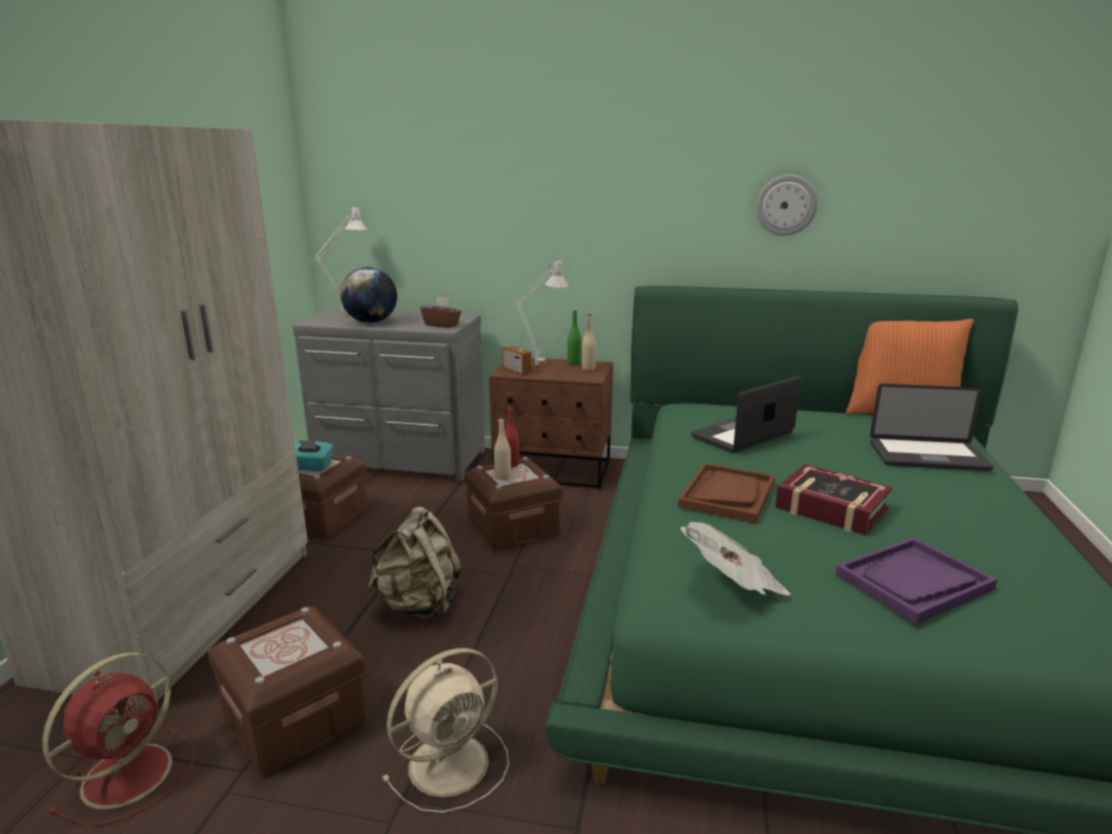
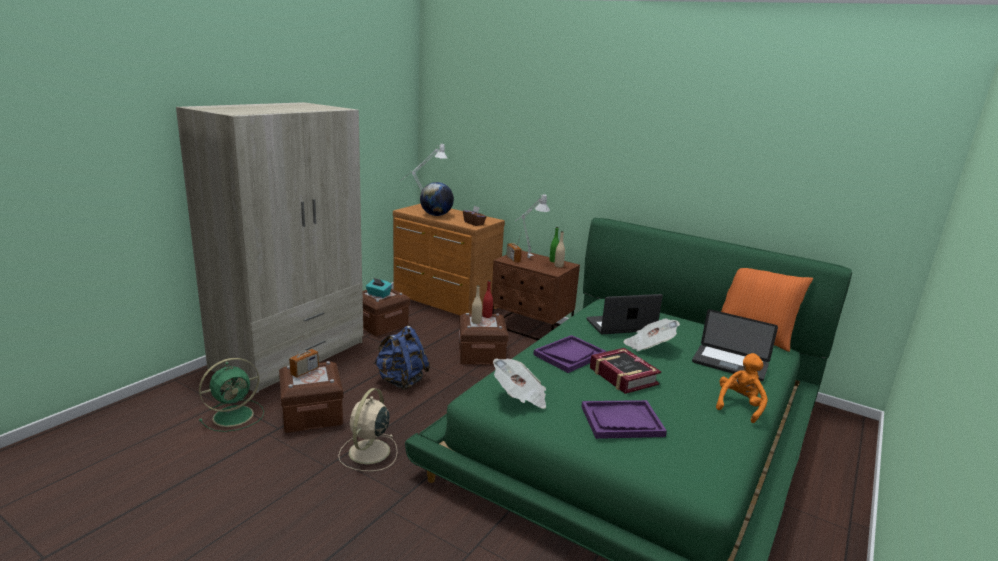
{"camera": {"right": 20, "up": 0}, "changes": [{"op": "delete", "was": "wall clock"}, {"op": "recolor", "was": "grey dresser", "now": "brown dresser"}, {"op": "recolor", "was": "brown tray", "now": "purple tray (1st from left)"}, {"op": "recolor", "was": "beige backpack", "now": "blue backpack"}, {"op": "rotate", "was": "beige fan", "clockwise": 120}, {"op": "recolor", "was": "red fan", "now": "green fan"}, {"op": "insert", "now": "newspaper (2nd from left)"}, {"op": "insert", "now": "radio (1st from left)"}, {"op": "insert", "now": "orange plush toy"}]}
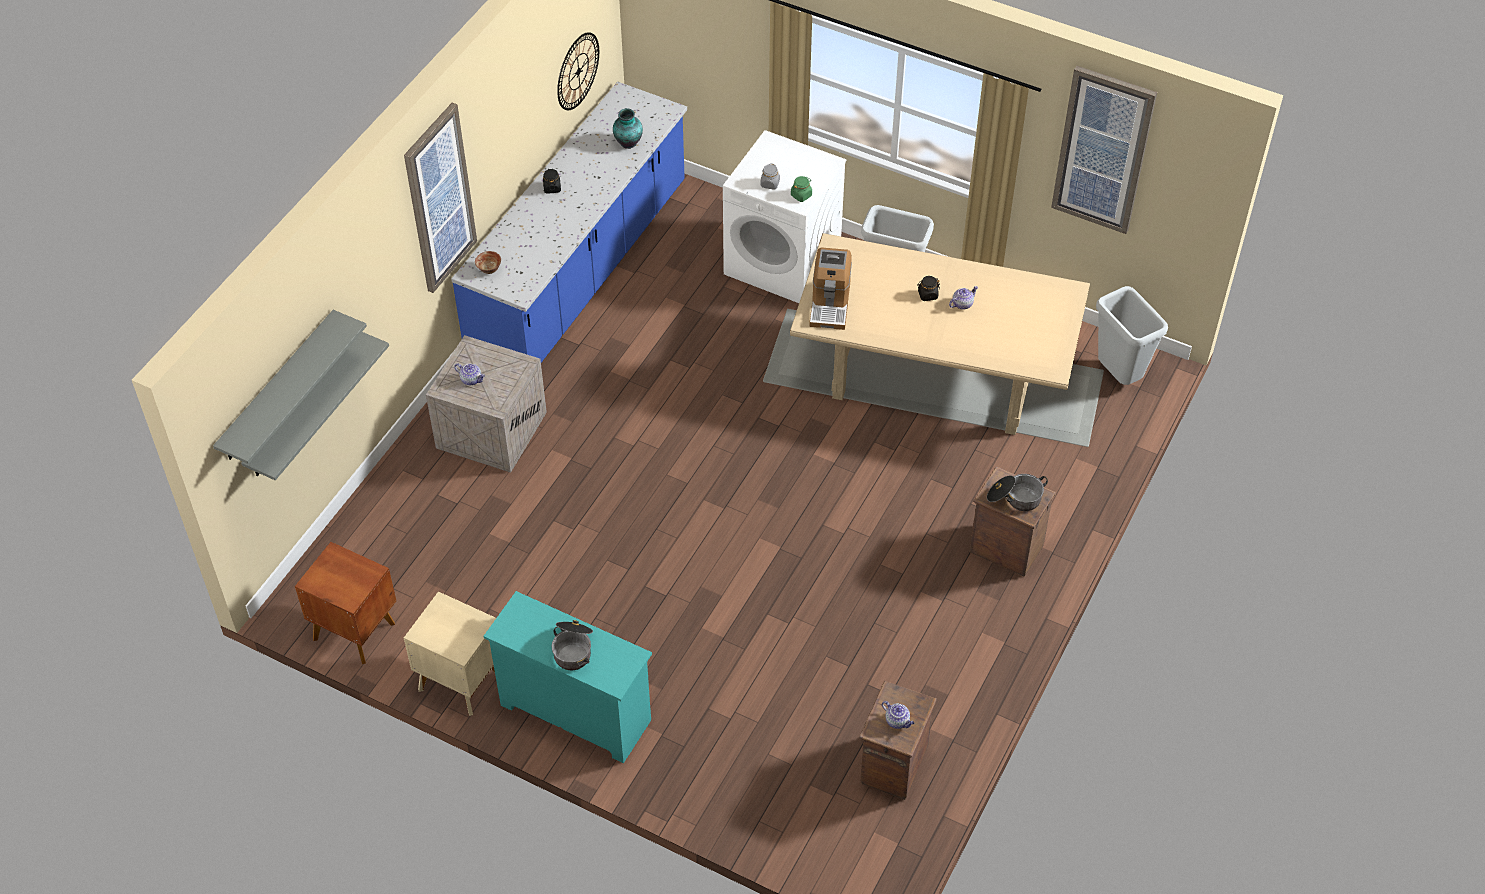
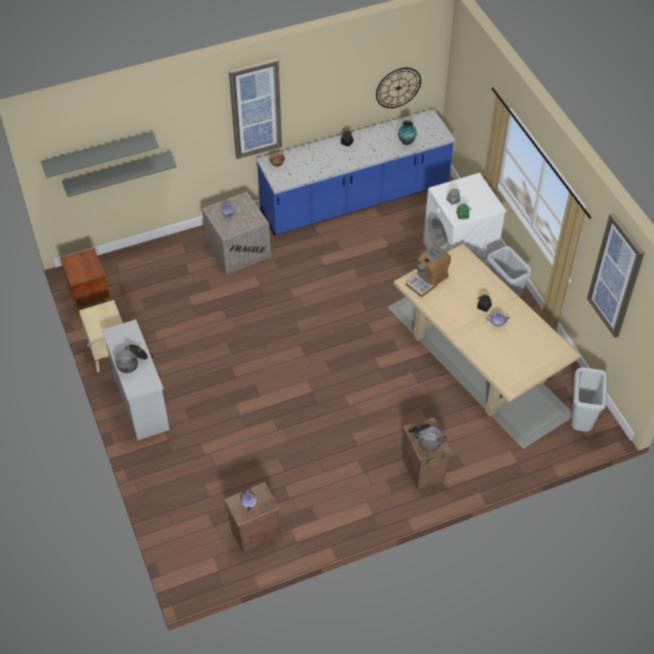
{"camera": {"right": 40, "up": 0}, "changes": [{"op": "recolor", "was": "turquoise dresser", "now": "white dresser"}]}
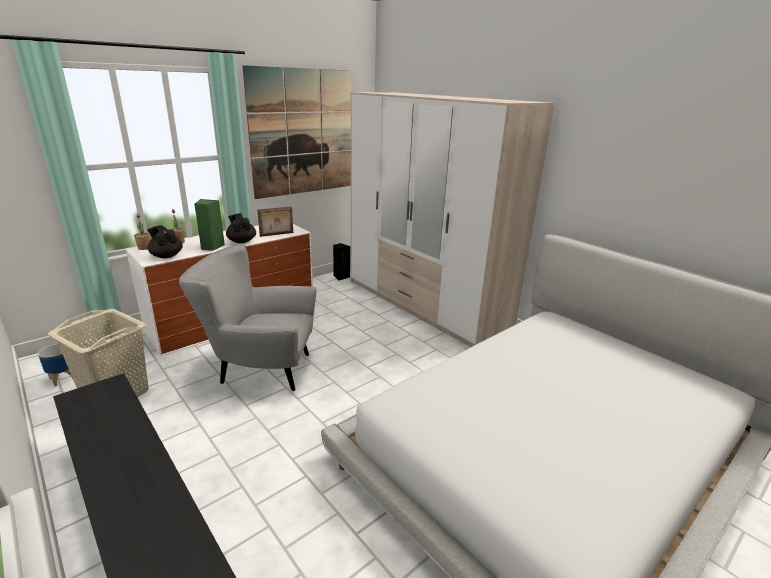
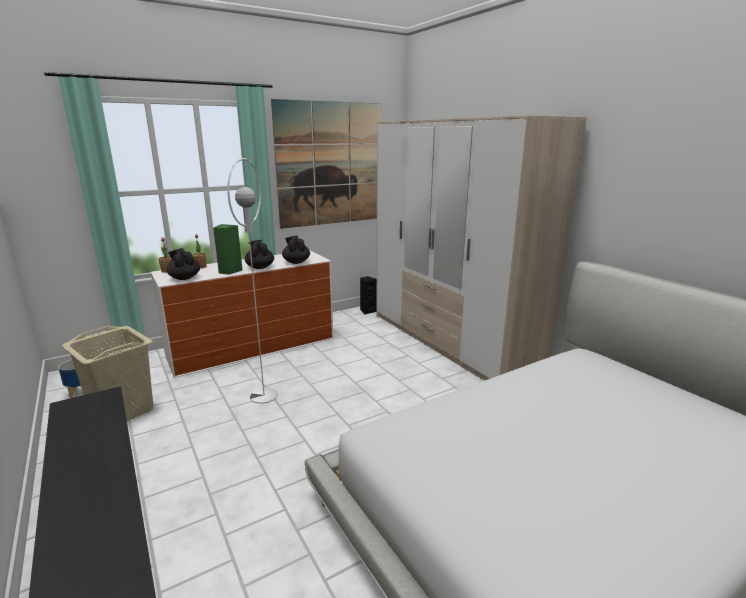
{"camera": {"right": 10, "up": -5}, "changes": [{"op": "replace", "was": "picture frame", "now": "black teapot (3rd from left)"}, {"op": "replace", "was": "grey armchair", "now": "white floor lamp"}]}
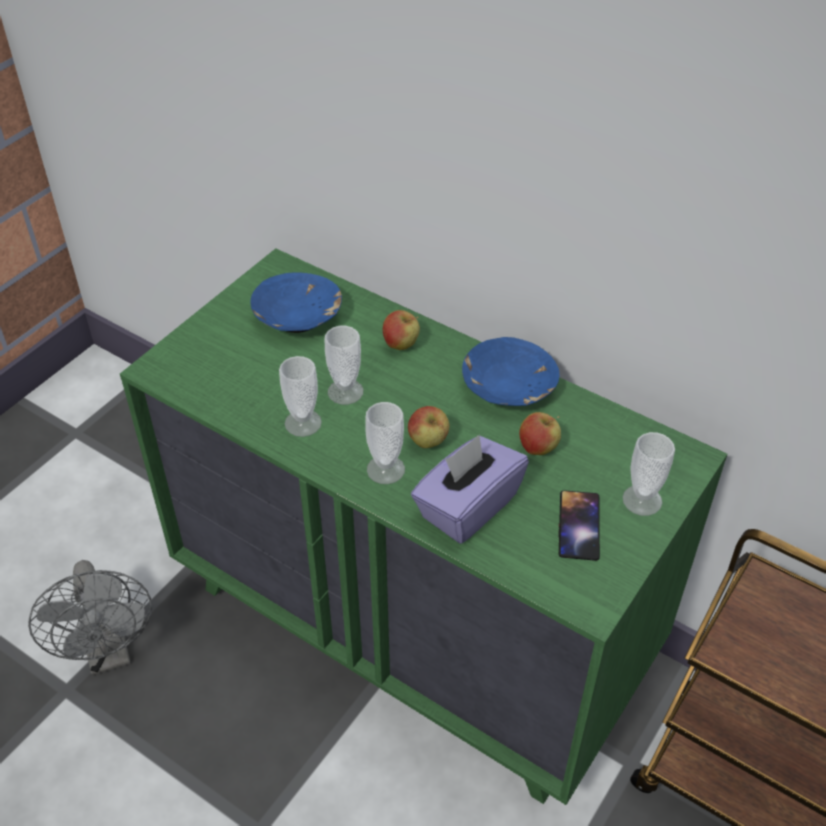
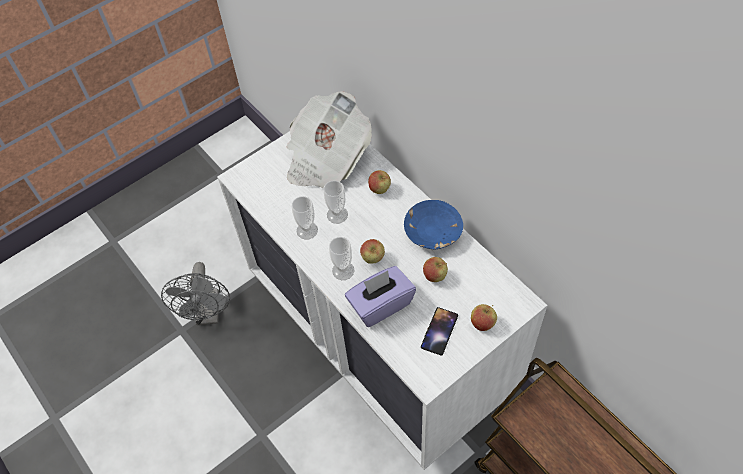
{"camera": {"right": 20, "up": 10}, "changes": [{"op": "recolor", "was": "green dresser", "now": "white dresser"}, {"op": "replace", "was": "blue bowl (1st from left)", "now": "newspaper"}, {"op": "replace", "was": "cup (4th from left)", "now": "apple (4th from left)"}]}
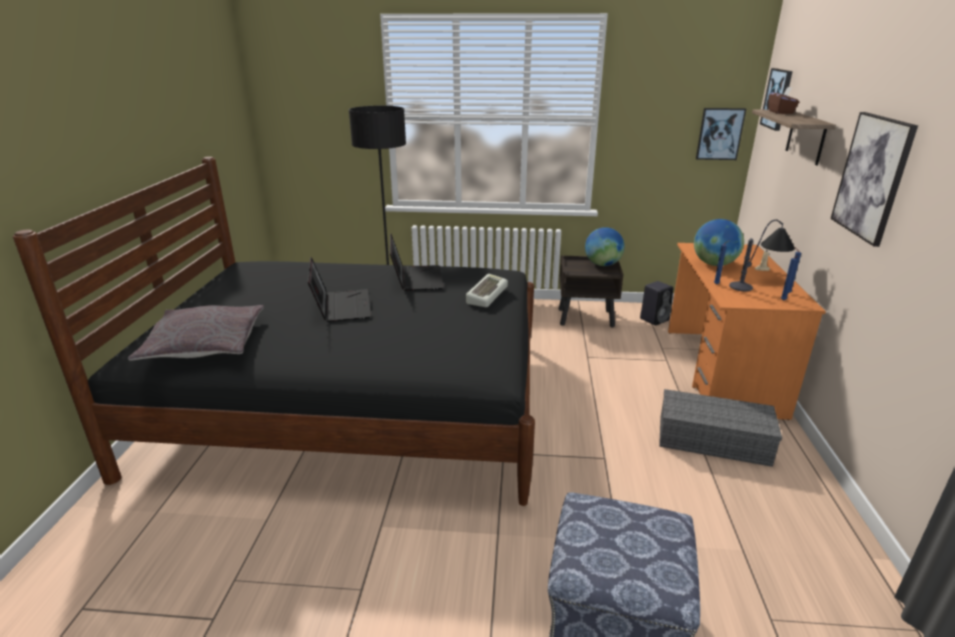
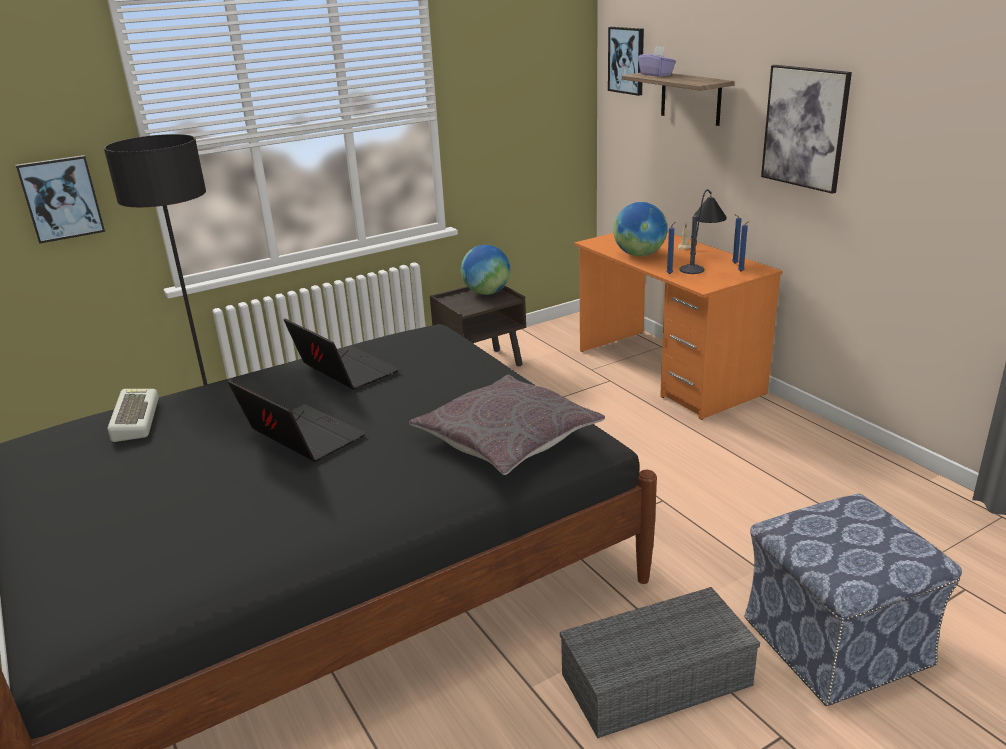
{"camera": {"right": -35, "up": 0}, "changes": [{"op": "recolor", "was": "brown tissue box", "now": "purple tissue box"}, {"op": "move", "was": "picture (1st from left)"}, {"op": "move", "was": "keyboard"}, {"op": "delete", "was": "black speaker"}, {"op": "move", "was": "grey pillow"}, {"op": "move", "was": "grey storage box"}]}
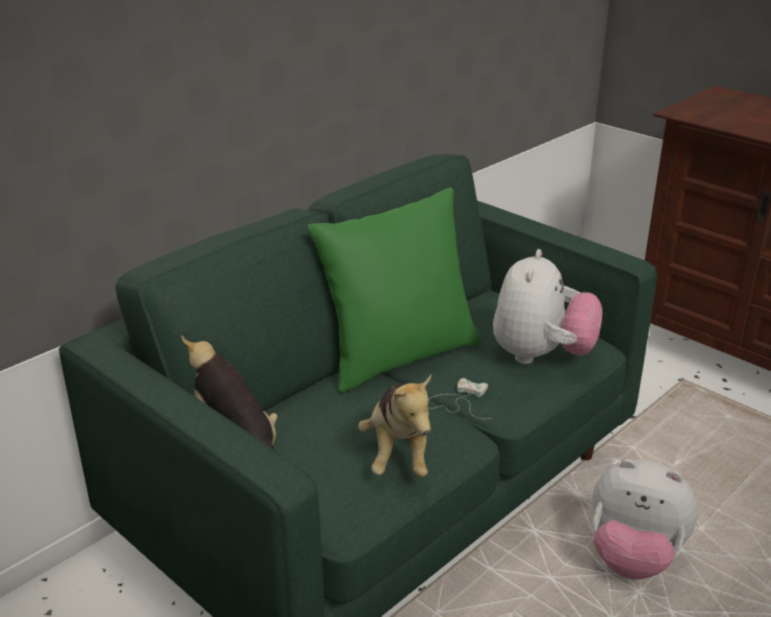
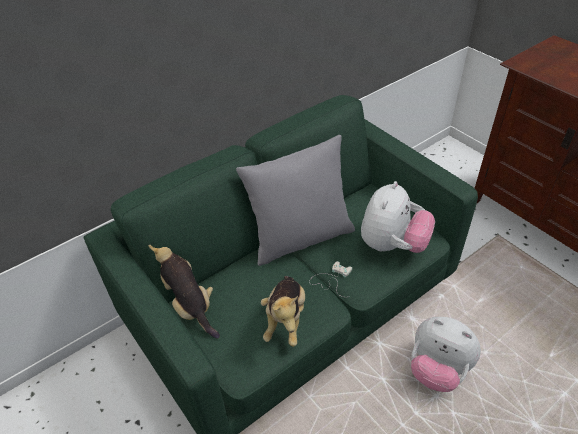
{"camera": {"right": 10, "up": 15}, "changes": [{"op": "recolor", "was": "green pillow", "now": "grey pillow"}]}
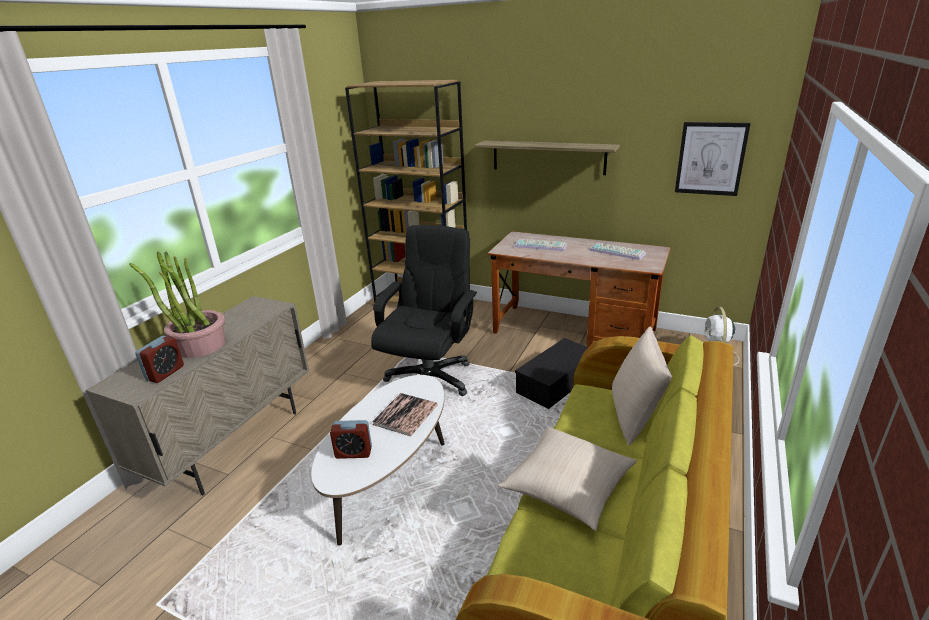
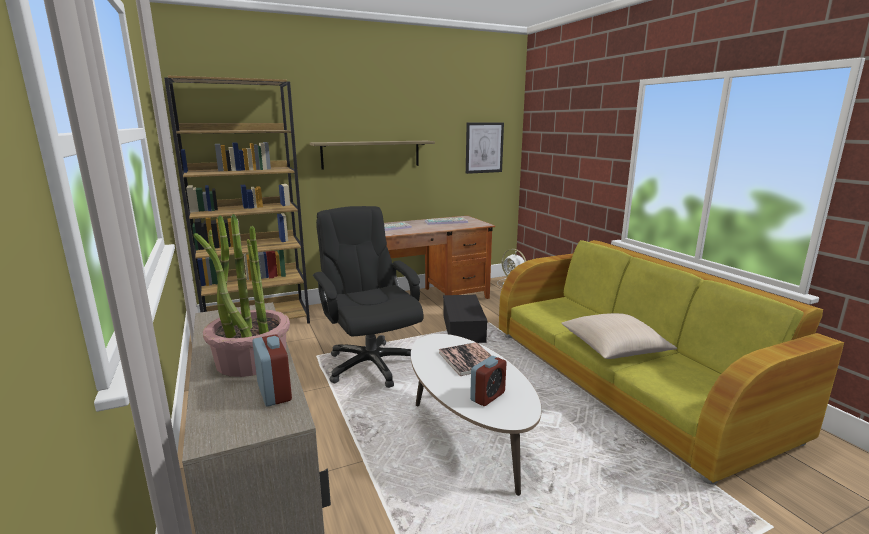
{"camera": {"right": -50, "up": -10}, "changes": [{"op": "delete", "was": "beige pillow (2nd from left)"}]}
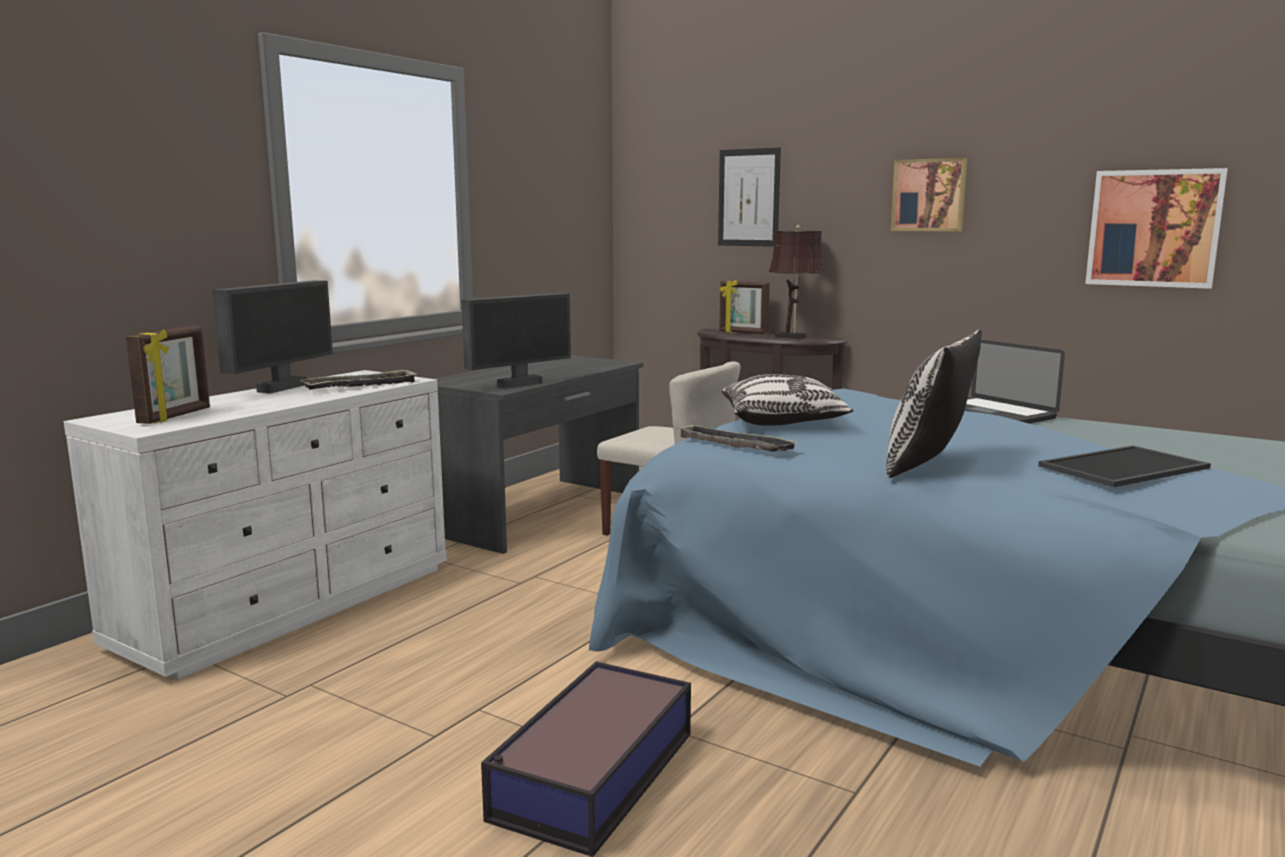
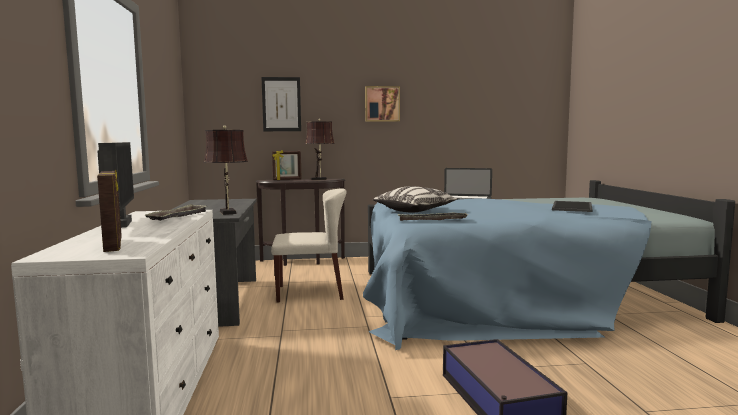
{"camera": {"right": -40, "up": -5}, "changes": [{"op": "delete", "was": "picture (3rd from left)"}, {"op": "replace", "was": "monitor (2nd from left)", "now": "brown table lamp (1st from left)"}, {"op": "delete", "was": "pillow (2nd from left)"}]}
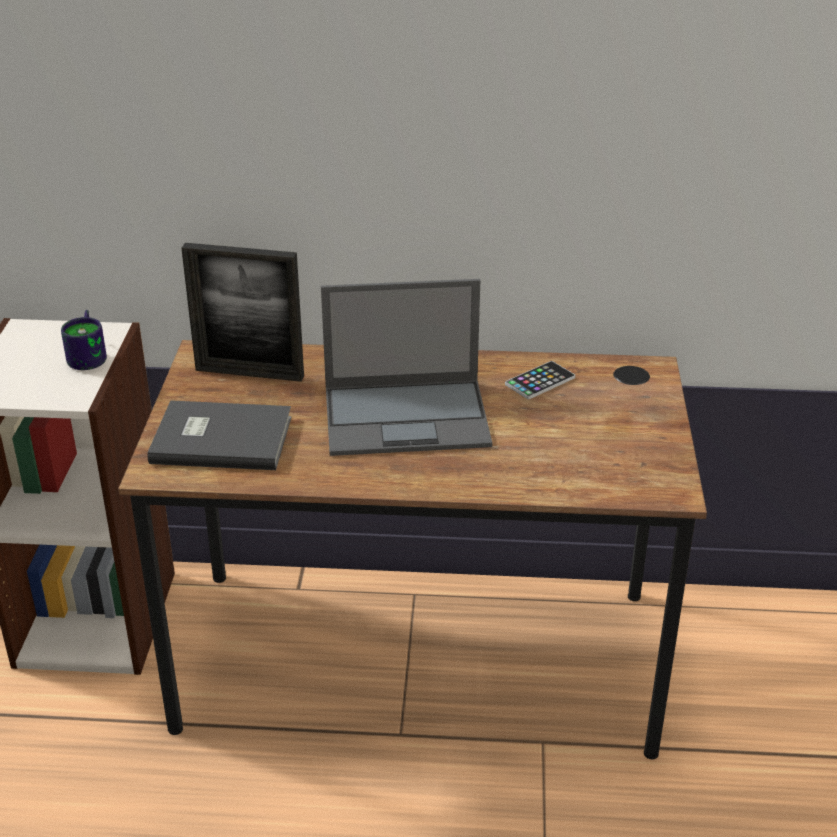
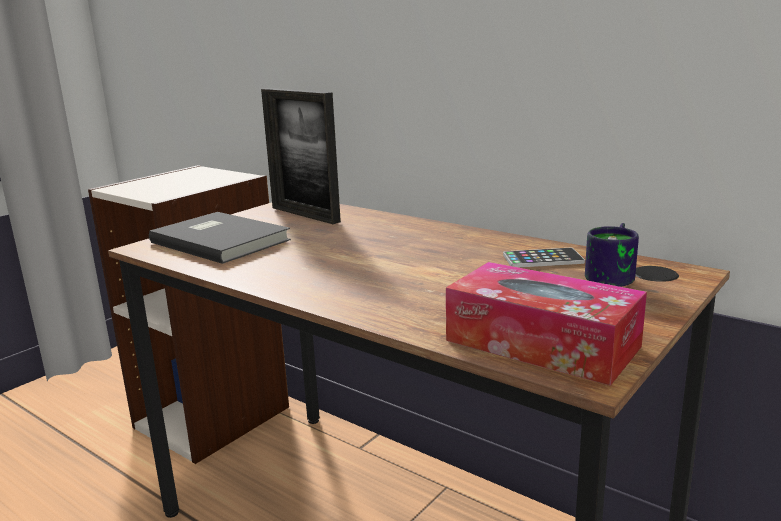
{"camera": {"right": 35, "up": -15}, "changes": [{"op": "delete", "was": "laptop"}, {"op": "move", "was": "mug"}, {"op": "insert", "now": "tissue box"}]}
